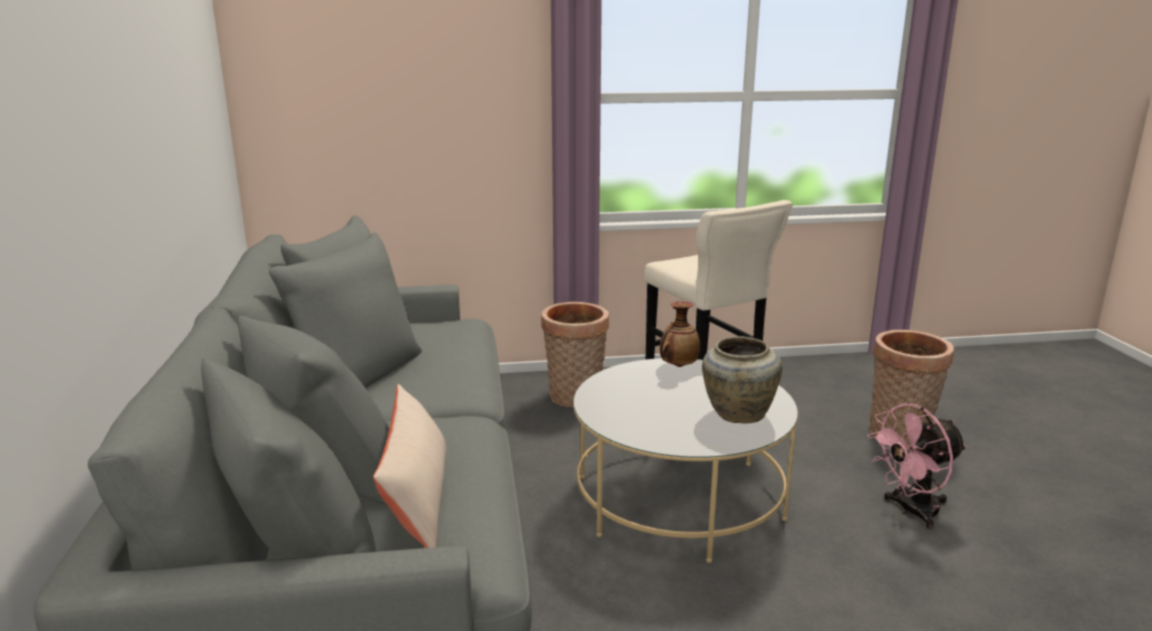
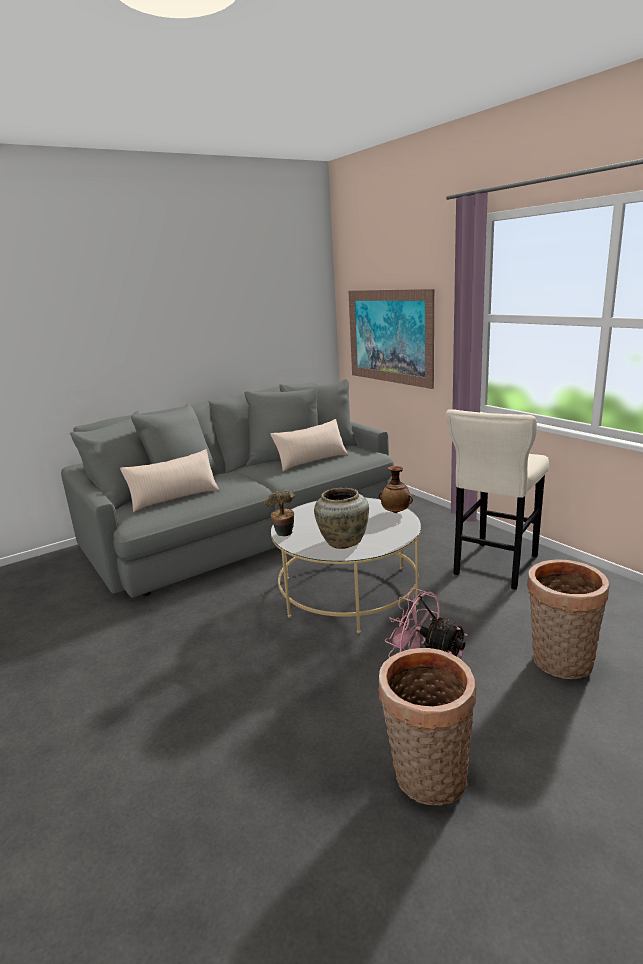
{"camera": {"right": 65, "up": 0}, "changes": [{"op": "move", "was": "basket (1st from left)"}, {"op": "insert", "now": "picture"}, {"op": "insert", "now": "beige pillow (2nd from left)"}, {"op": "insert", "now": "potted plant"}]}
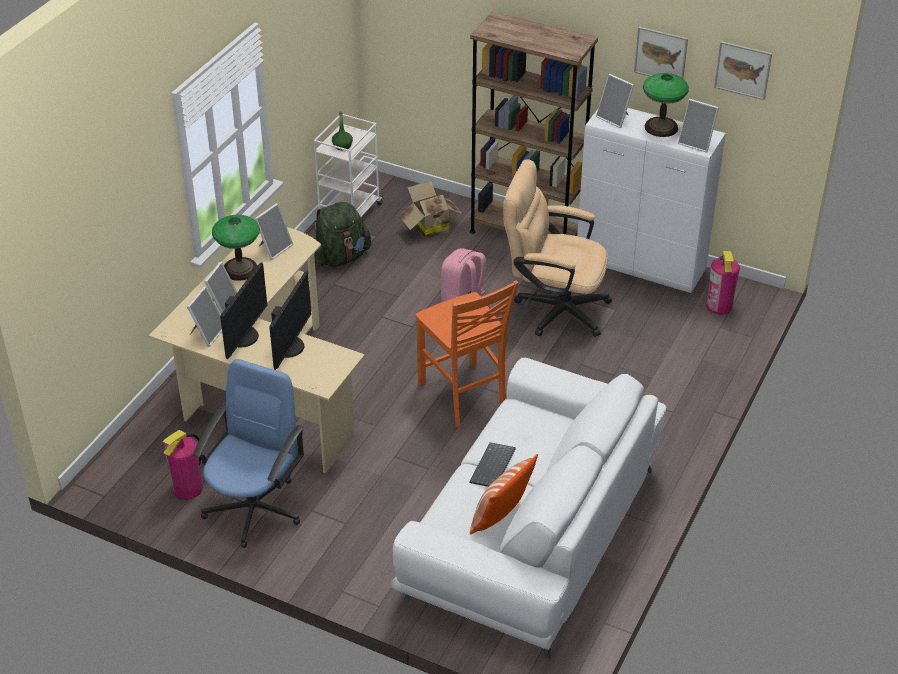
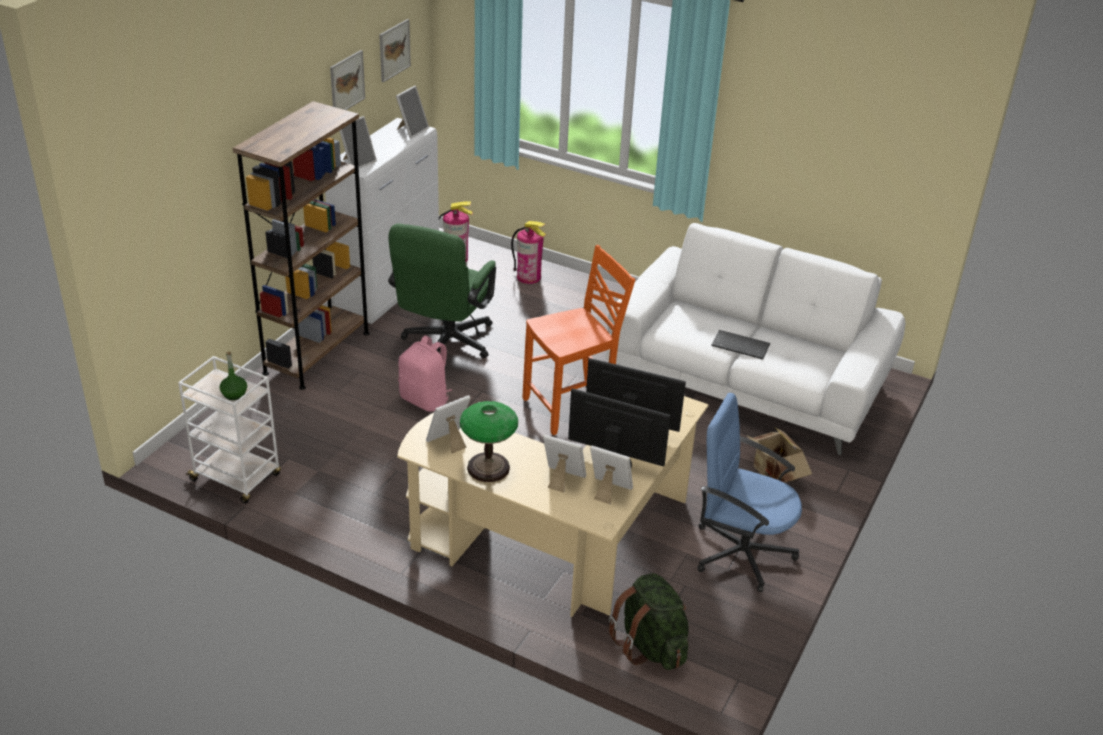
{"camera": {"right": -90, "up": -5}, "changes": [{"op": "delete", "was": "table lamp (2nd from left)"}, {"op": "recolor", "was": "beige office chair", "now": "green office chair"}, {"op": "move", "was": "cardboard box"}, {"op": "move", "was": "green backpack"}, {"op": "rotate", "was": "picture frame (3rd from left)", "clockwise": -75}, {"op": "move", "was": "fire extinguisher (1st from left in the first image)", "now": "fire extinguisher (2nd from left)"}, {"op": "delete", "was": "pillow"}]}
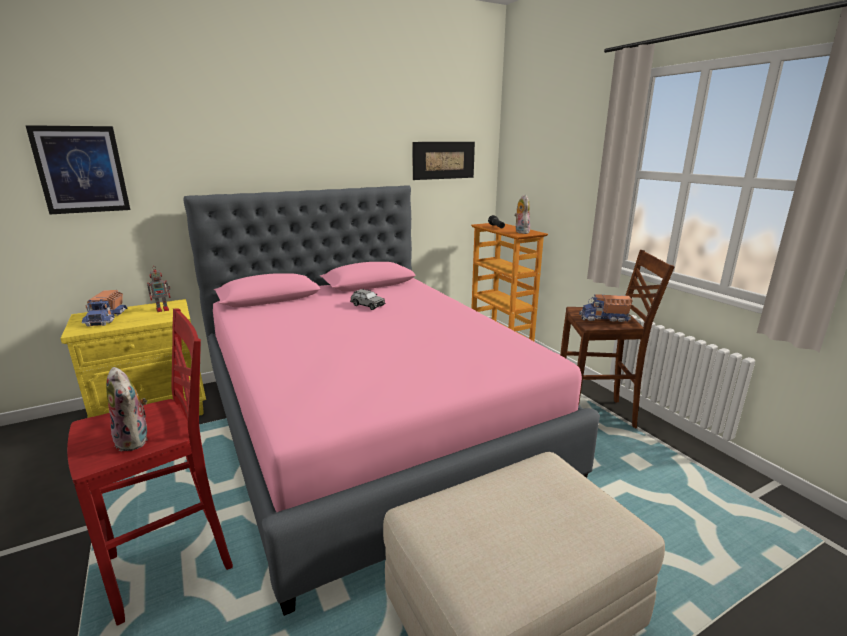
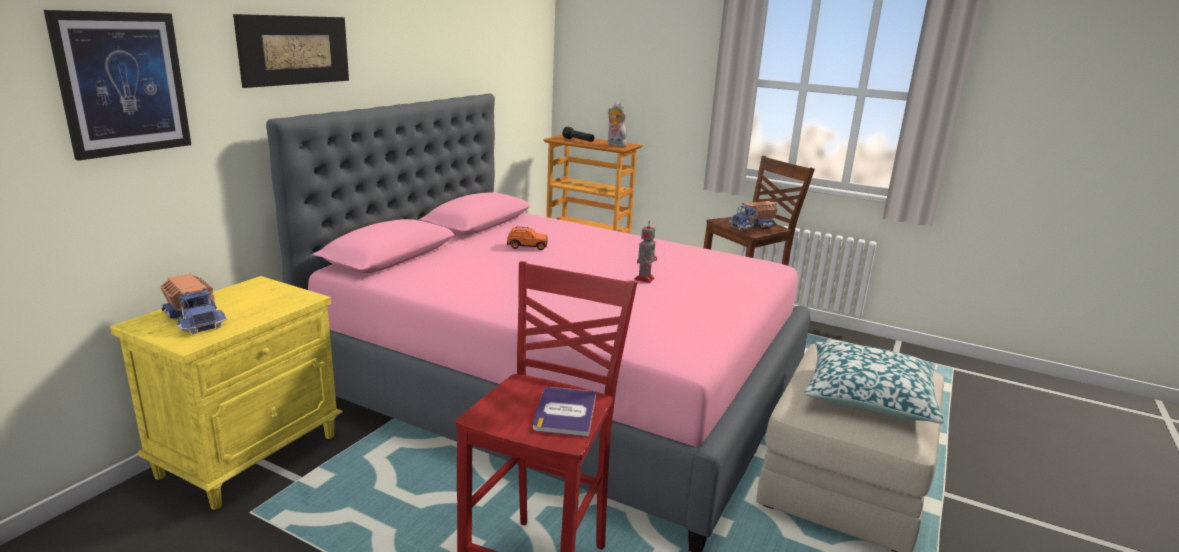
{"camera": {"right": -35, "up": 0}, "changes": [{"op": "move", "was": "picture (2nd from left)"}, {"op": "move", "was": "toy robot"}, {"op": "recolor", "was": "grey toy car", "now": "orange toy car"}, {"op": "replace", "was": "plush toy (1st from left)", "now": "book"}, {"op": "insert", "now": "pillow"}]}
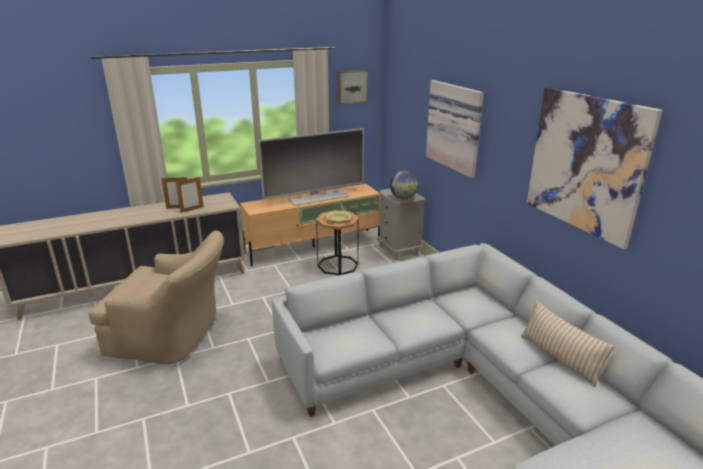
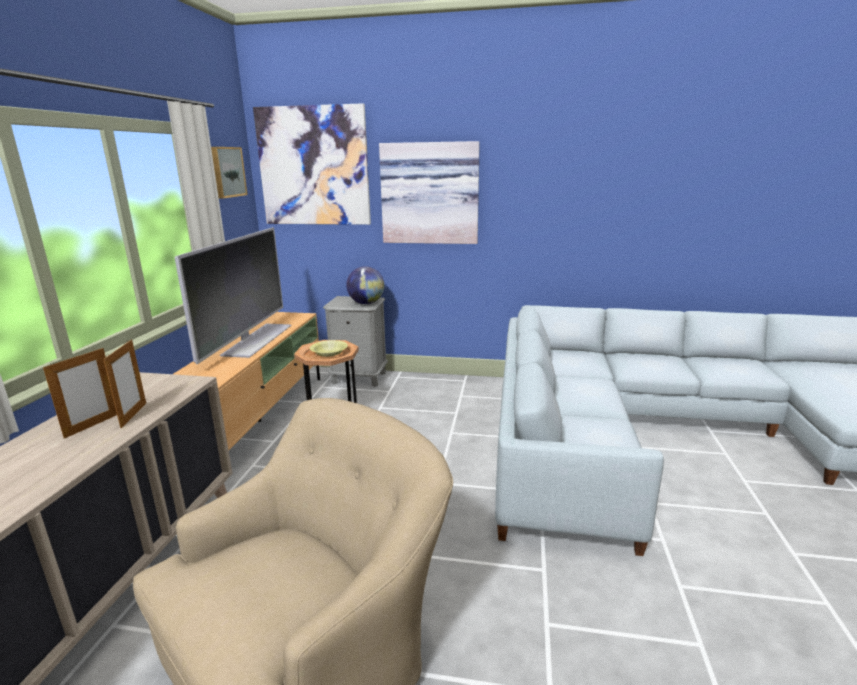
{"camera": {"right": -55, "up": -5}, "changes": [{"op": "move", "was": "picture (3rd from left in the first image)", "now": "picture (2nd from left)"}, {"op": "delete", "was": "beige pillow"}]}
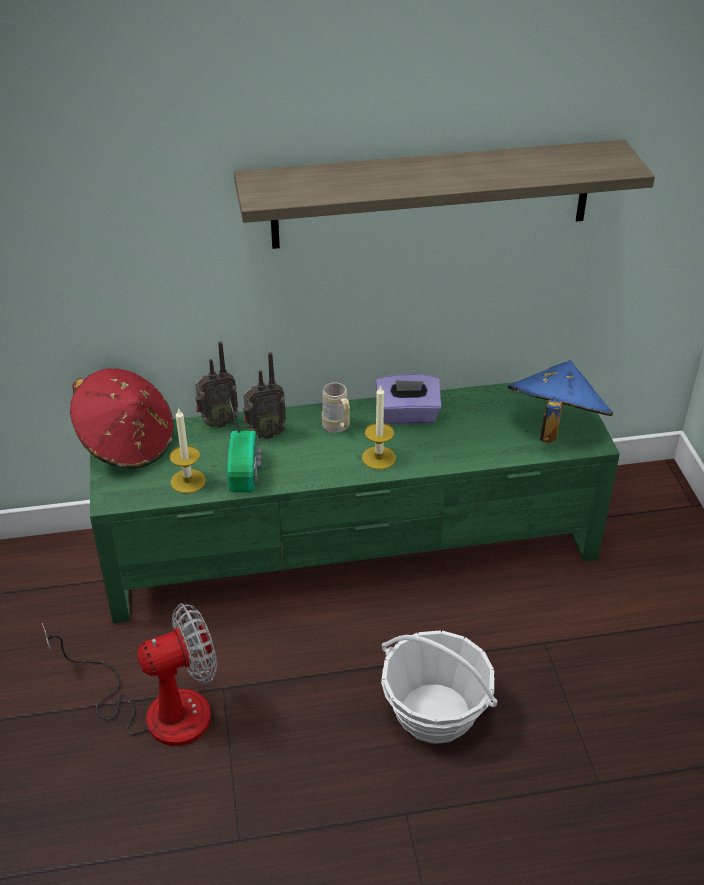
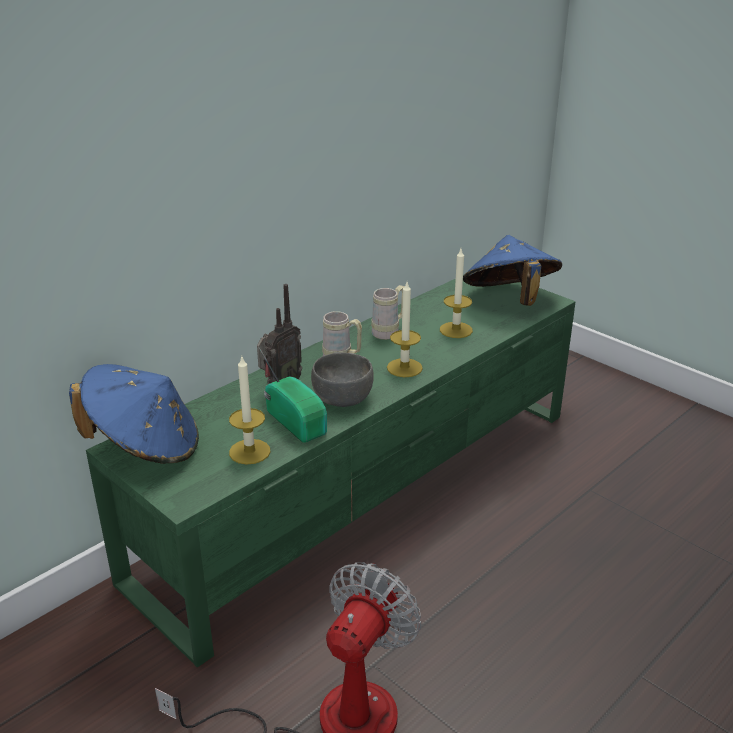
{"camera": {"right": -35, "up": -10}, "changes": [{"op": "delete", "was": "shelf"}, {"op": "delete", "was": "radio (1st from left)"}, {"op": "recolor", "was": "red hat", "now": "blue hat (1st from left)"}, {"op": "replace", "was": "purple tissue box", "now": "beige mug (2nd from left)"}, {"op": "delete", "was": "basket"}, {"op": "insert", "now": "candle (3rd from left)"}, {"op": "insert", "now": "grey bowl"}]}
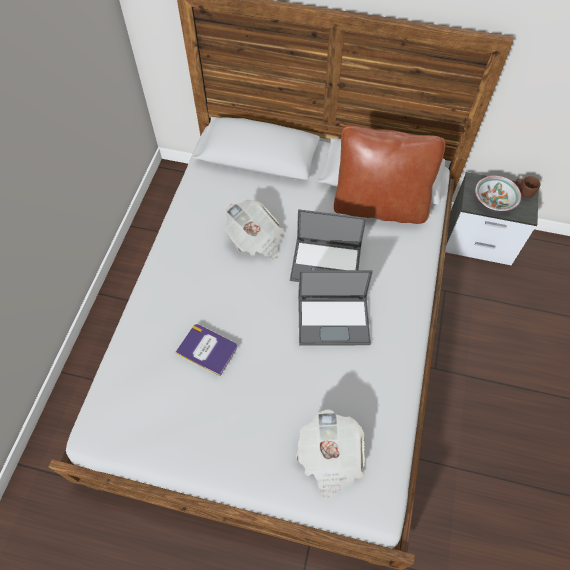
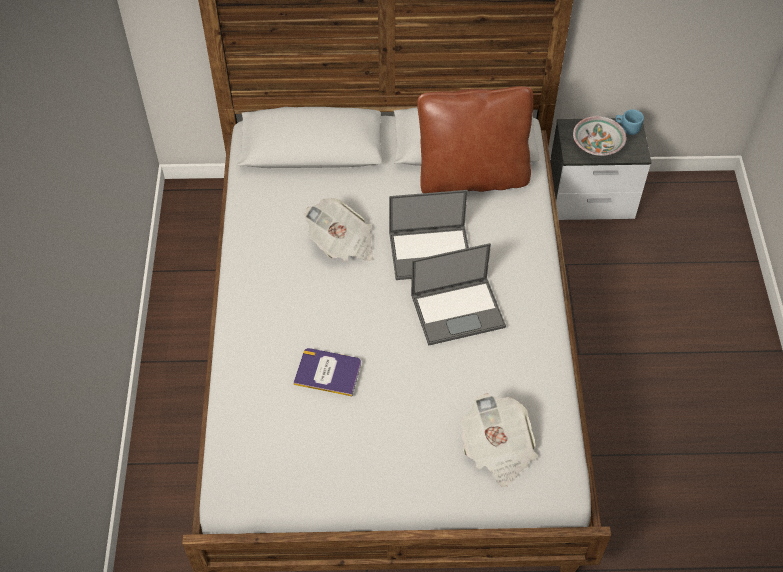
{"camera": {"right": -15, "up": -5}, "changes": [{"op": "recolor", "was": "brown mug", "now": "blue mug"}]}
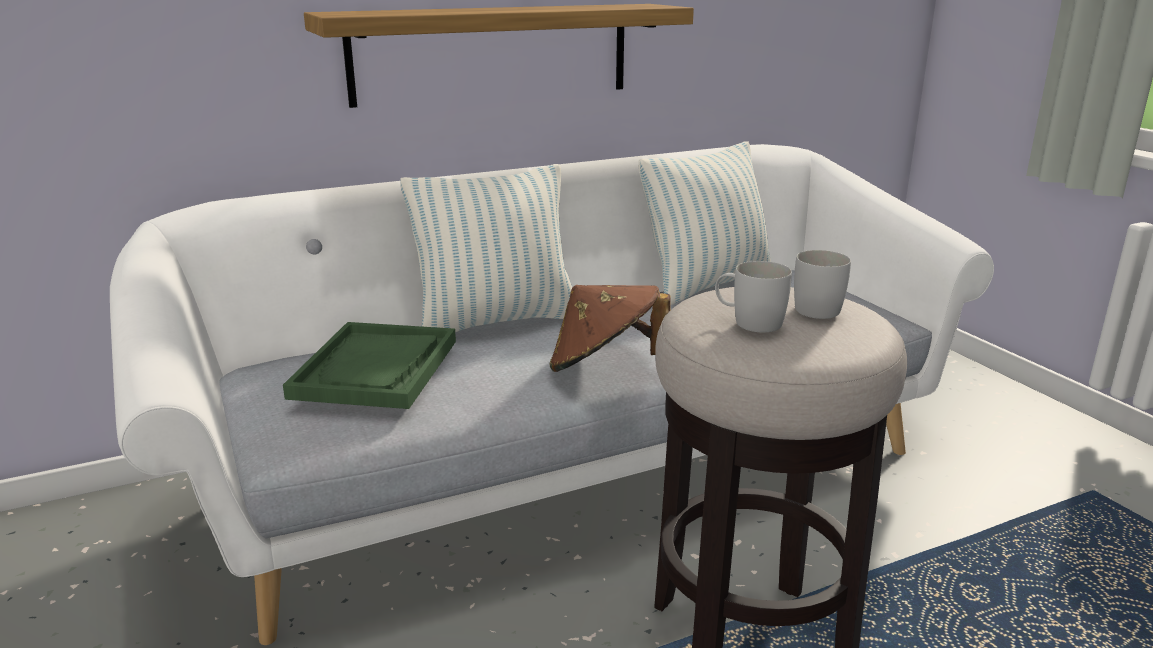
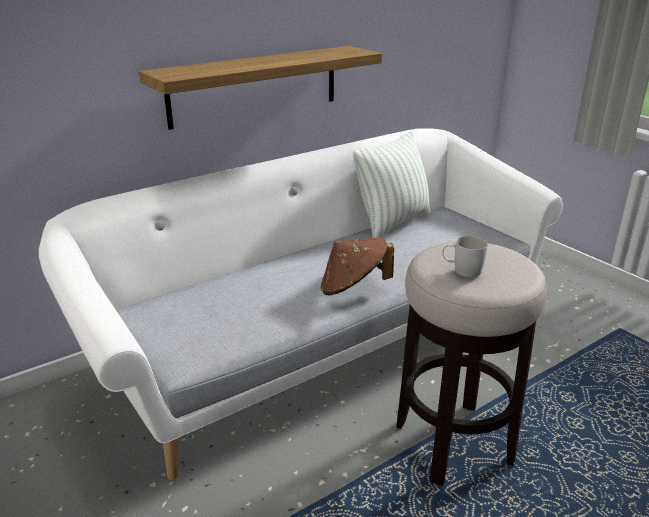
{"camera": {"right": -10, "up": 5}, "changes": [{"op": "delete", "was": "pillow (1st from left)"}, {"op": "delete", "was": "white mug (2nd from left)"}, {"op": "delete", "was": "green tray"}]}
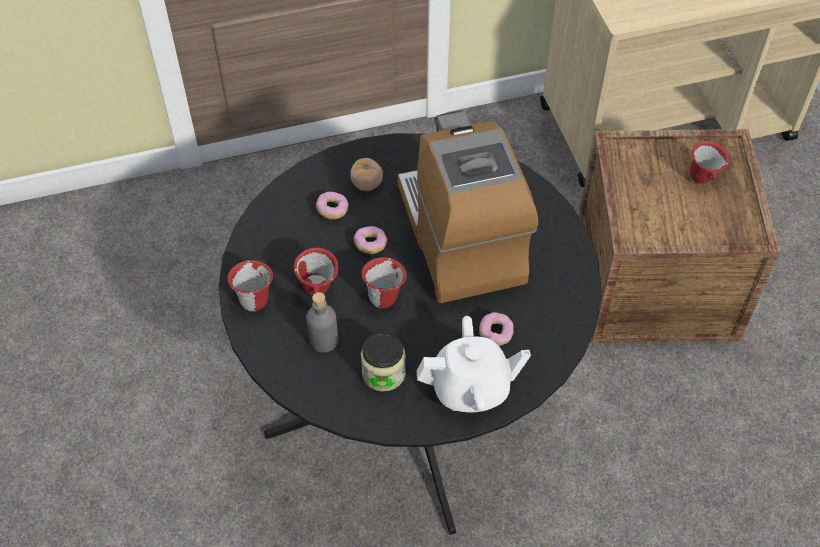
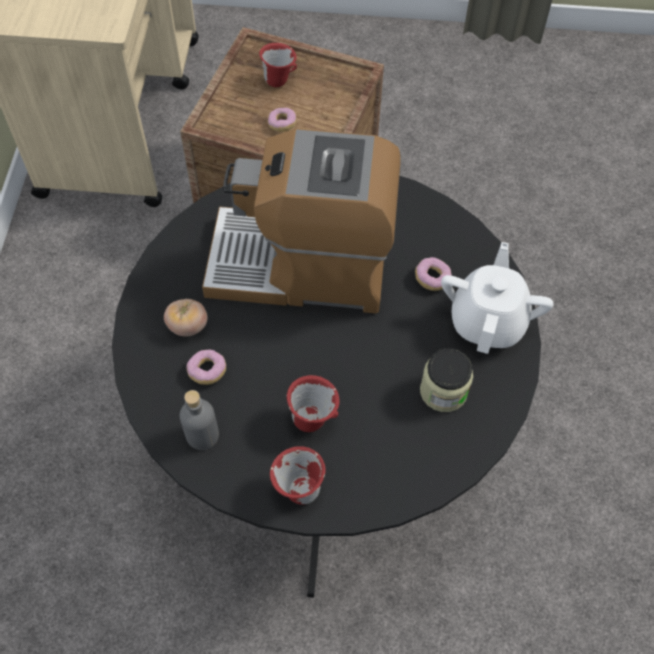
{"camera": {"right": -70, "up": 5}, "changes": [{"op": "move", "was": "donut (2nd from left)"}, {"op": "delete", "was": "red mug (3rd from left)"}, {"op": "move", "was": "grey bottle"}]}
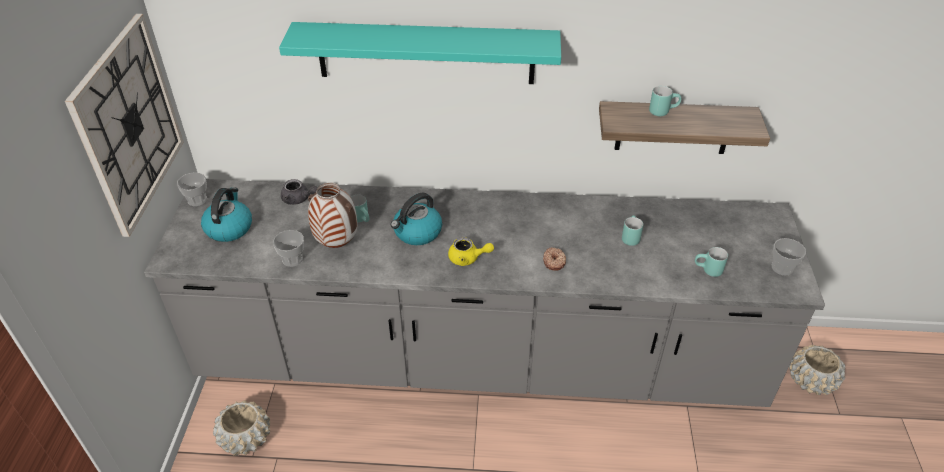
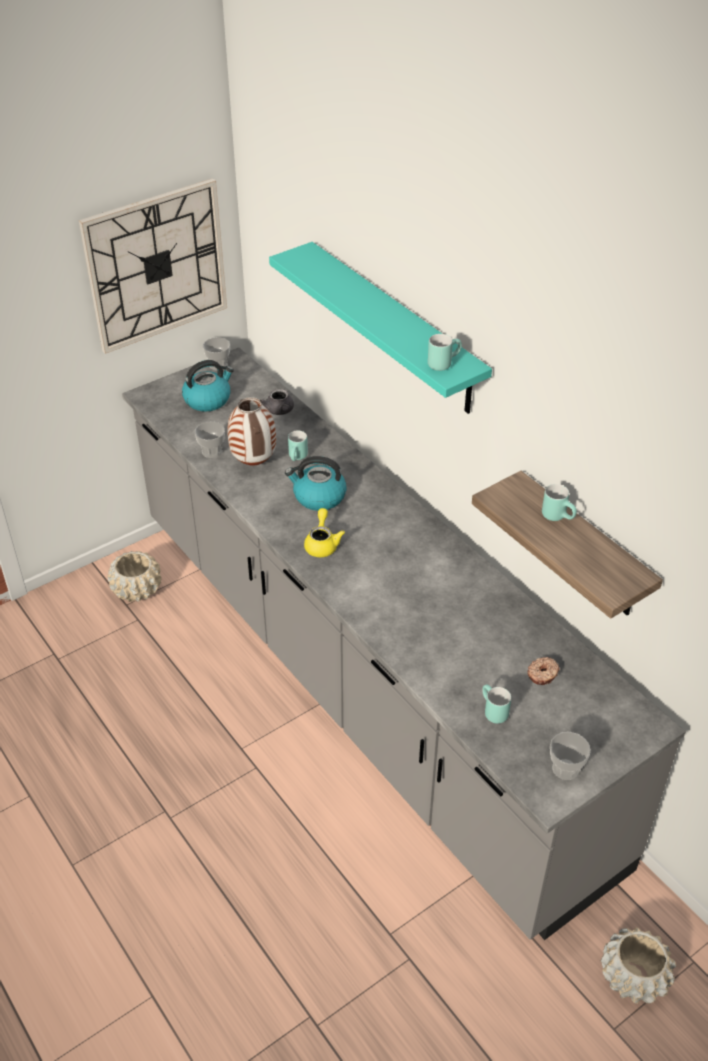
{"camera": {"right": 50, "up": 0}, "changes": [{"op": "move", "was": "turquoise mug (2nd from left)"}, {"op": "rotate", "was": "yellow teapot", "clockwise": -150}, {"op": "move", "was": "donut"}]}
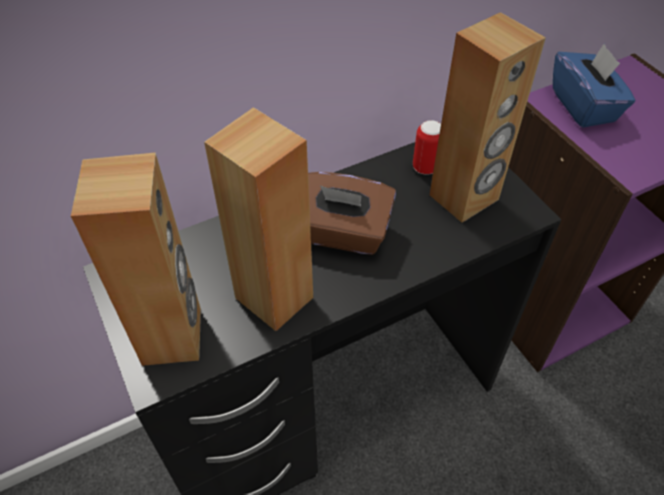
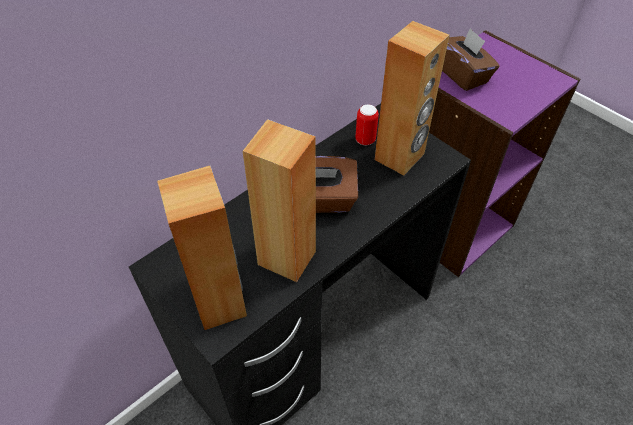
{"camera": {"right": -15, "up": 0}, "changes": [{"op": "recolor", "was": "blue tissue box", "now": "brown tissue box (2nd from left)"}]}
